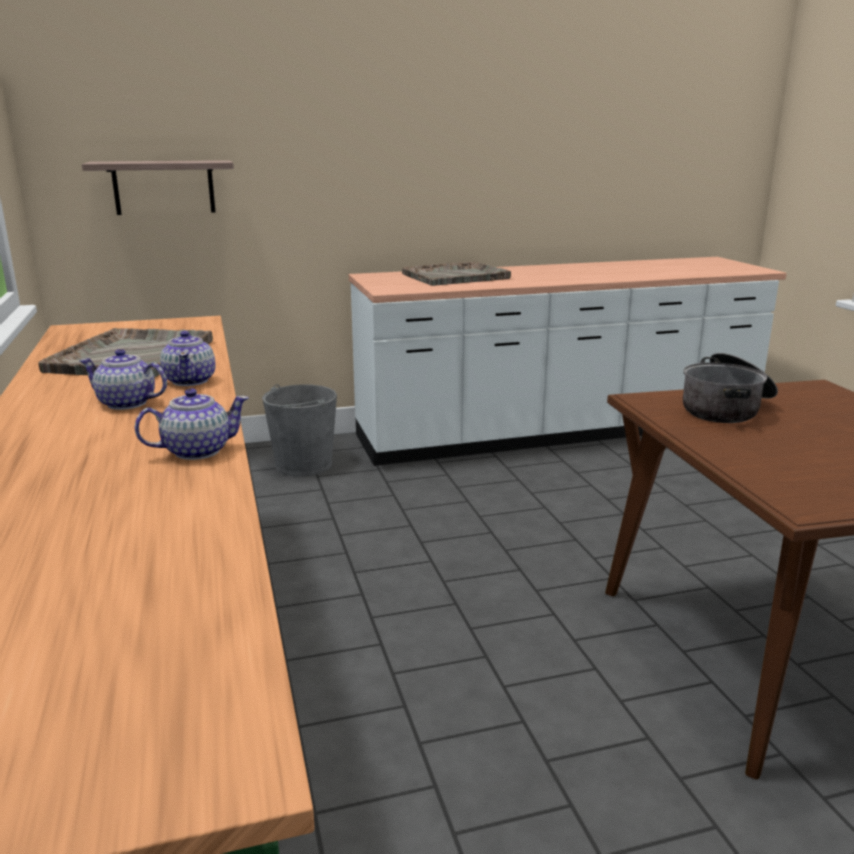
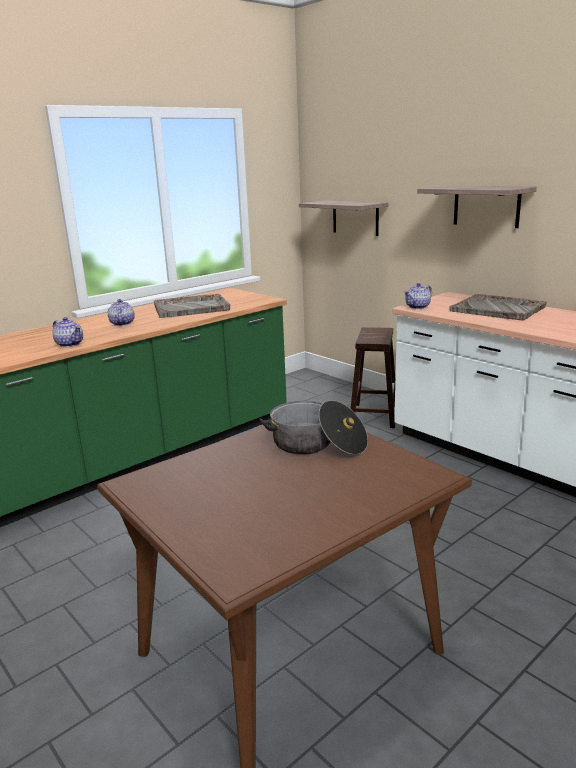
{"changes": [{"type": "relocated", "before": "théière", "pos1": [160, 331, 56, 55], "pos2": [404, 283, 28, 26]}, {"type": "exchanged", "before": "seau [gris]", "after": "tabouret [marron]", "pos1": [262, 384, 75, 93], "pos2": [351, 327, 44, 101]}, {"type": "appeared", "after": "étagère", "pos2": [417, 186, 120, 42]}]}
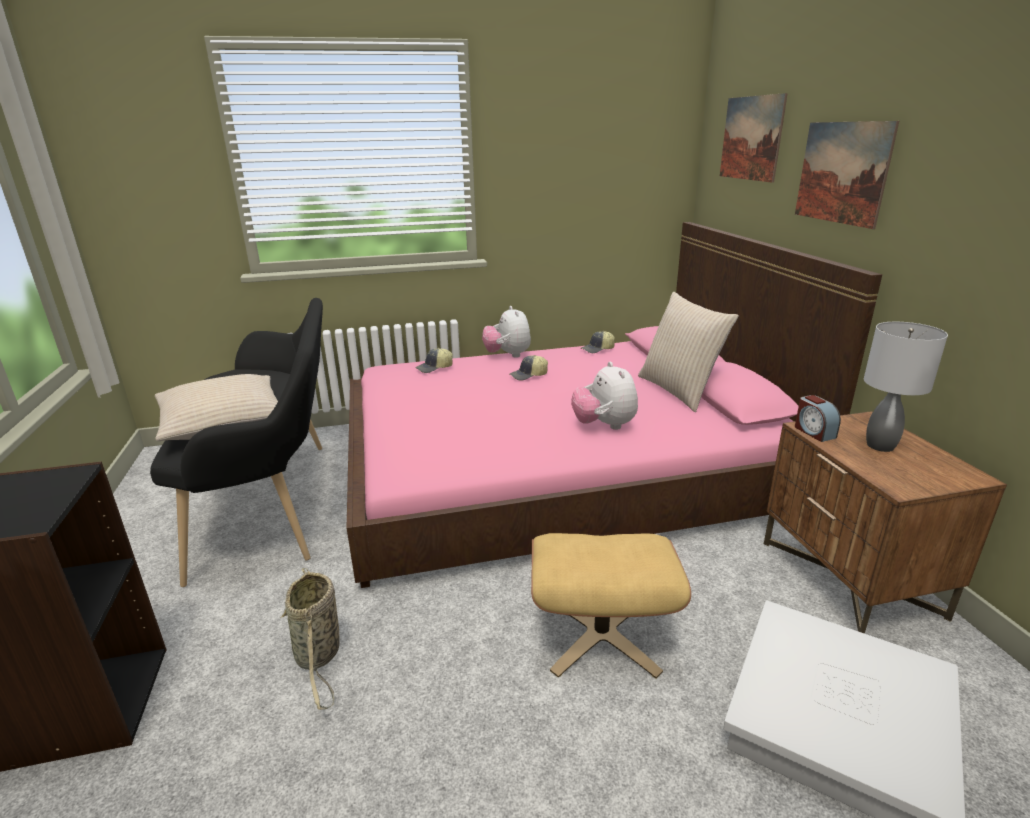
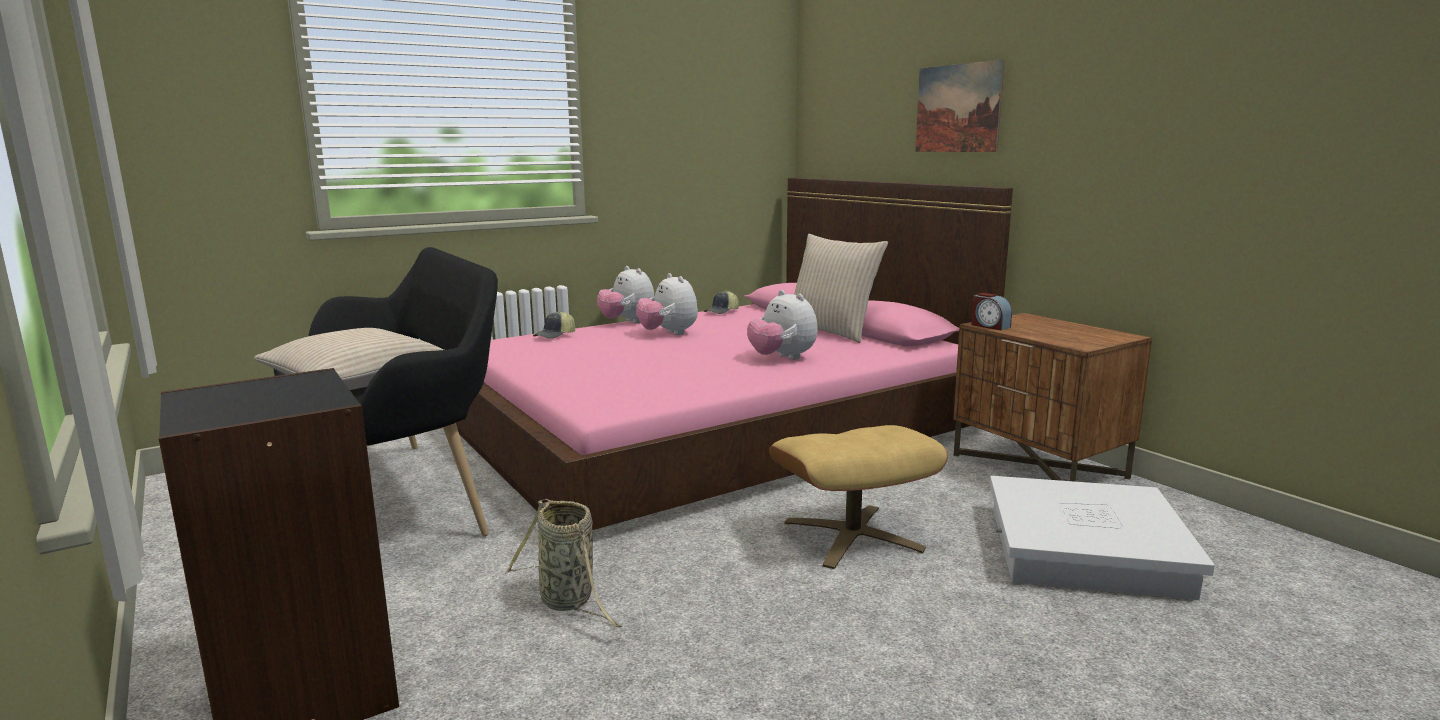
{"changes": [{"type": "missing", "before": "tableau", "pos1": [720, 93, 68, 90]}, {"type": "missing", "before": "lampe de table [gris]", "pos1": [864, 322, 84, 130]}, {"type": "exchanged", "before": "casquette", "after": "peluche", "pos1": [510, 355, 38, 26], "pos2": [636, 273, 62, 62]}]}
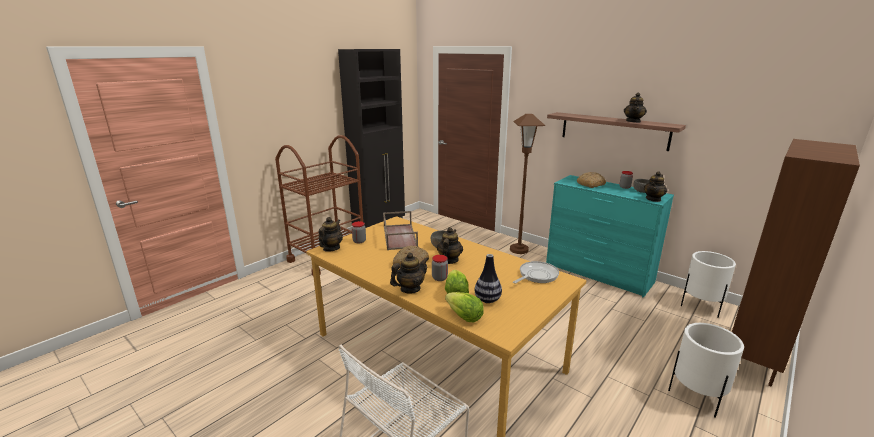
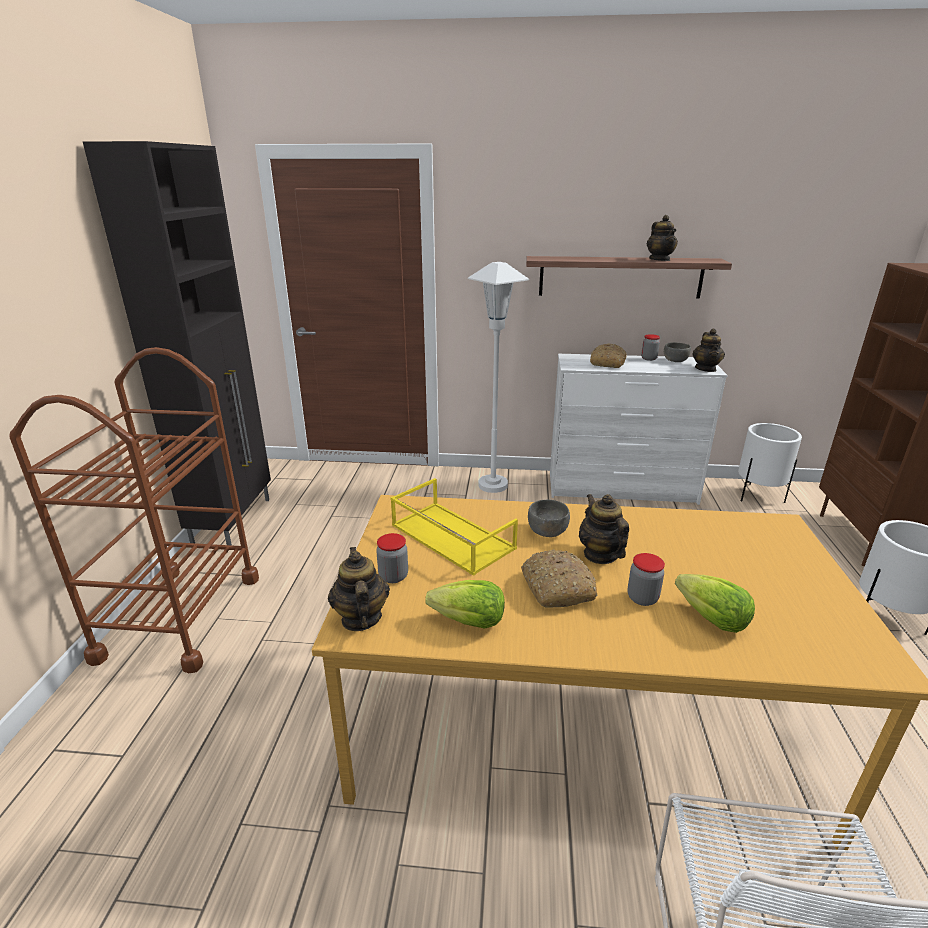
{"changes": [{"type": "colour", "before": "lampadaire [marron]", "after": "lampadaire [blanc]", "pos1": [510, 114, 35, 140], "pos2": [468, 262, 61, 231]}, {"type": "colour", "before": "commode [turquoise]", "after": "commode [blanc]", "pos1": [546, 175, 128, 123], "pos2": [550, 354, 178, 151]}, {"type": "colour", "before": "plateau [marron]", "after": "plateau [jaune]", "pos1": [383, 211, 35, 39], "pos2": [390, 478, 128, 98]}, {"type": "missing", "before": "théière", "pos1": [390, 252, 39, 41]}, {"type": "missing", "before": "vase", "pos1": [475, 254, 27, 49]}, {"type": "missing", "before": "poêle", "pos1": [513, 261, 46, 23]}, {"type": "relocated", "before": "laitue", "pos1": [445, 292, 39, 30], "pos2": [425, 580, 80, 49]}]}
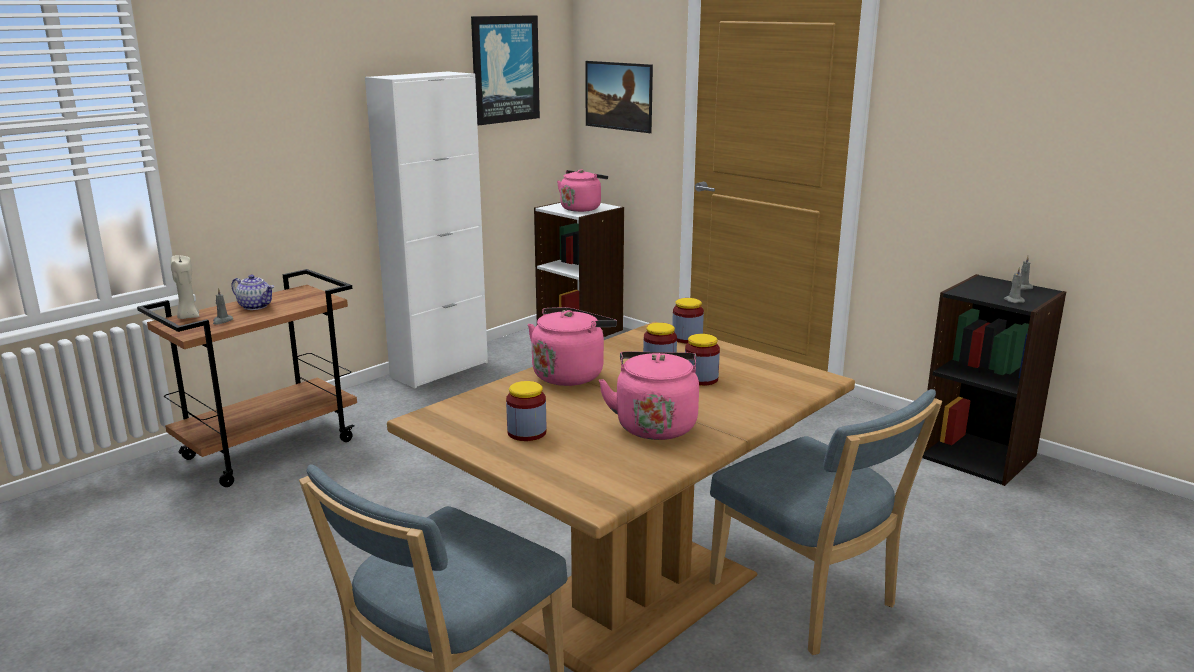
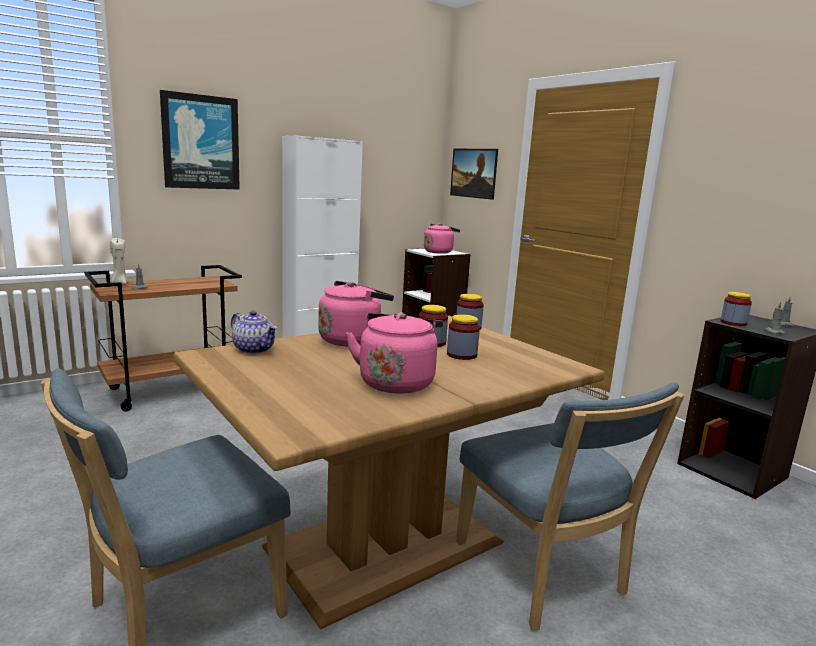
{"changes": [{"type": "relocated", "before": "tableau", "pos1": [471, 15, 69, 111], "pos2": [160, 90, 80, 100]}, {"type": "relocated", "before": "théière", "pos1": [232, 275, 42, 35], "pos2": [231, 310, 46, 44]}, {"type": "relocated", "before": "bocal", "pos1": [506, 381, 40, 60], "pos2": [720, 292, 32, 34]}]}
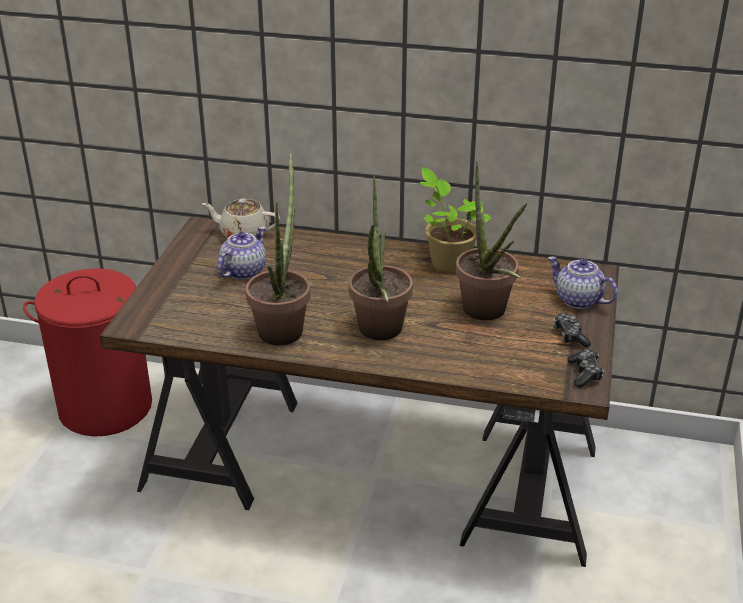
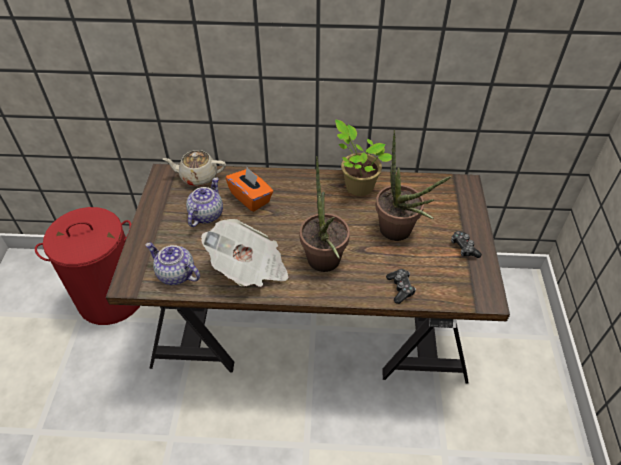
{"changes": [{"type": "exchanged", "before": "plante en pot", "after": "journal", "pos1": [246, 150, 65, 196], "pos2": [201, 219, 88, 68]}, {"type": "relocated", "before": "théière", "pos1": [548, 256, 70, 53], "pos2": [146, 242, 54, 43]}, {"type": "relocated", "before": "manette", "pos1": [567, 349, 37, 39], "pos2": [386, 269, 30, 35]}, {"type": "appeared", "after": "boîte à mouchoirs [orange]", "pos2": [226, 167, 47, 45]}]}
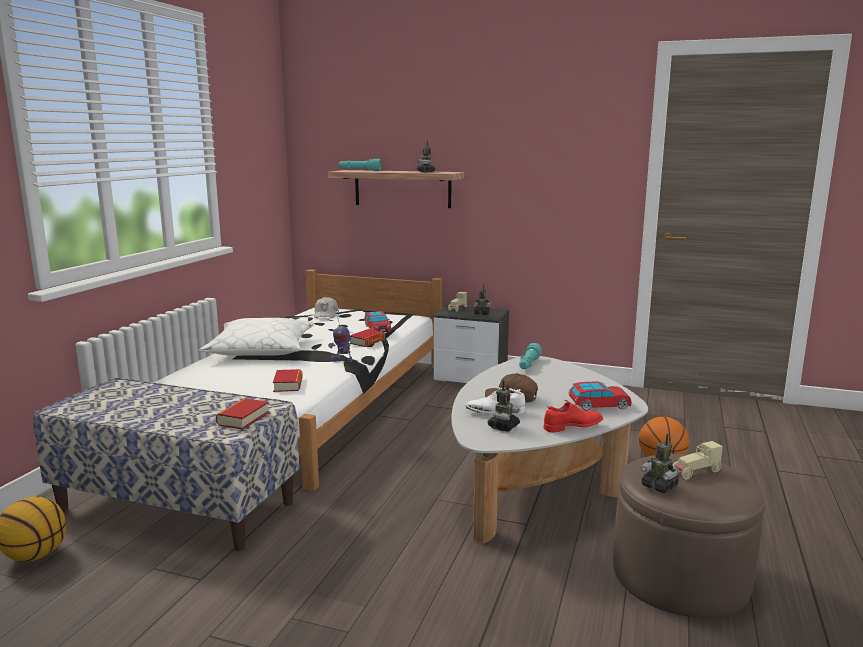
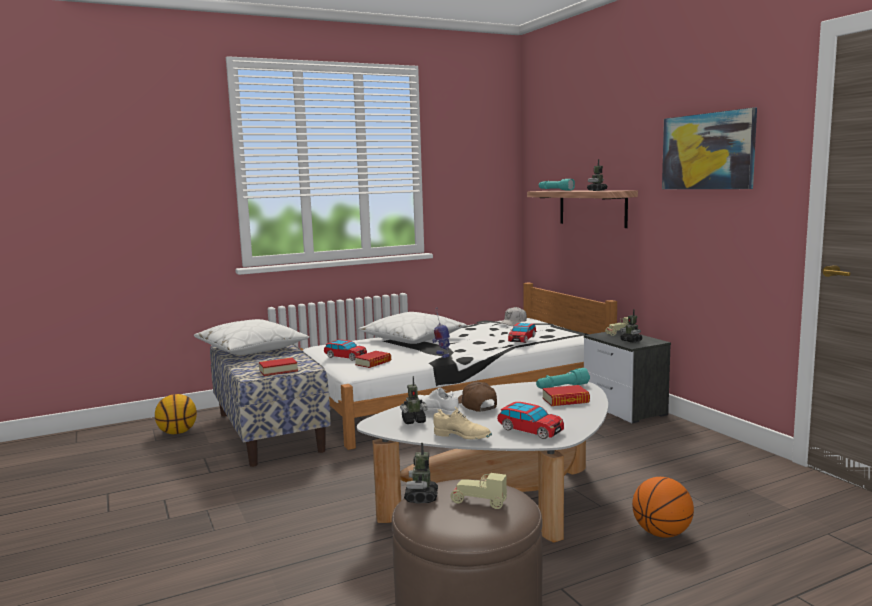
{"changes": [{"type": "relocated", "before": "livre", "pos1": [349, 329, 36, 18], "pos2": [542, 385, 48, 21]}, {"type": "colour", "before": "chaussure [rouge]", "after": "chaussure [beige]", "pos1": [544, 400, 59, 33], "pos2": [433, 407, 59, 32]}, {"type": "appeared", "after": "tableau", "pos2": [662, 108, 95, 81]}, {"type": "appeared", "after": "coussin [blanc]", "pos2": [194, 319, 115, 36]}, {"type": "appeared", "after": "petite voiture", "pos2": [324, 340, 43, 21]}]}
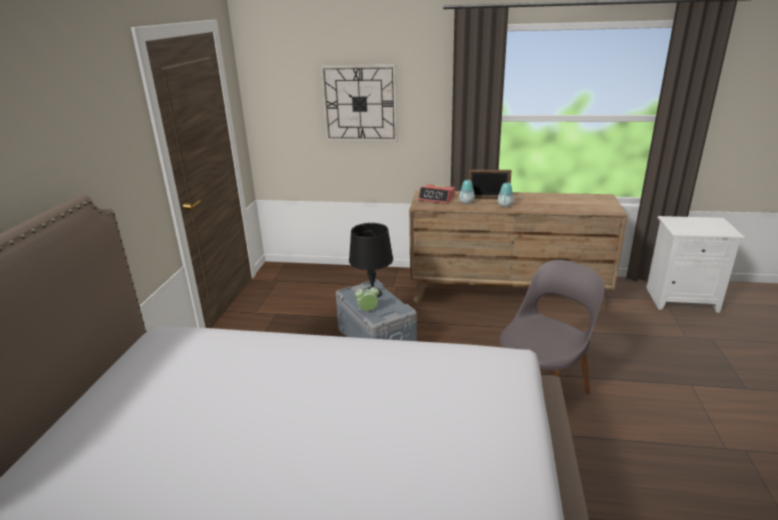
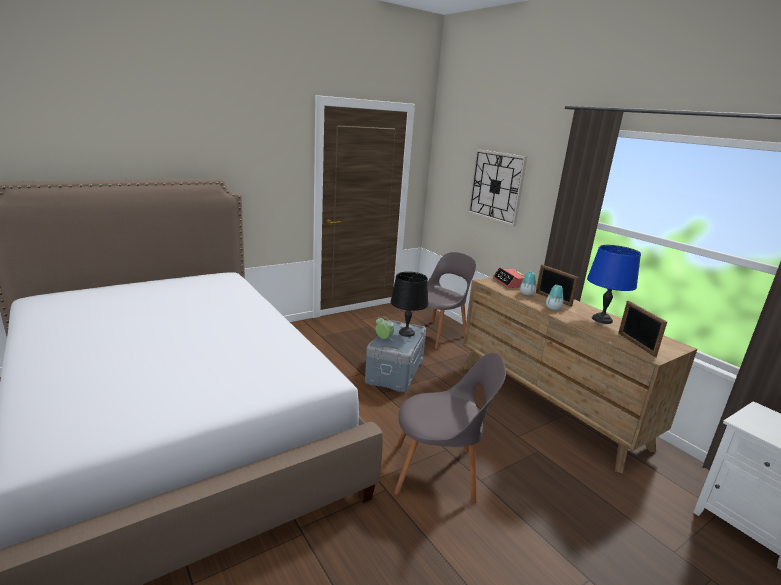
{"changes": [{"type": "appeared", "after": "lampe de table [bleu]", "pos2": [587, 245, 54, 79]}, {"type": "appeared", "after": "chaise [gris]", "pos2": [411, 252, 65, 98]}, {"type": "appeared", "after": "cadre photo", "pos2": [618, 301, 49, 56]}]}
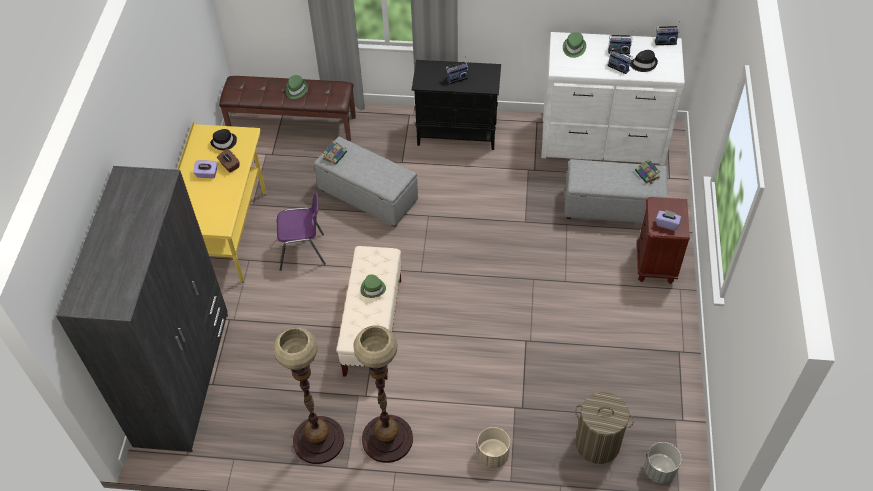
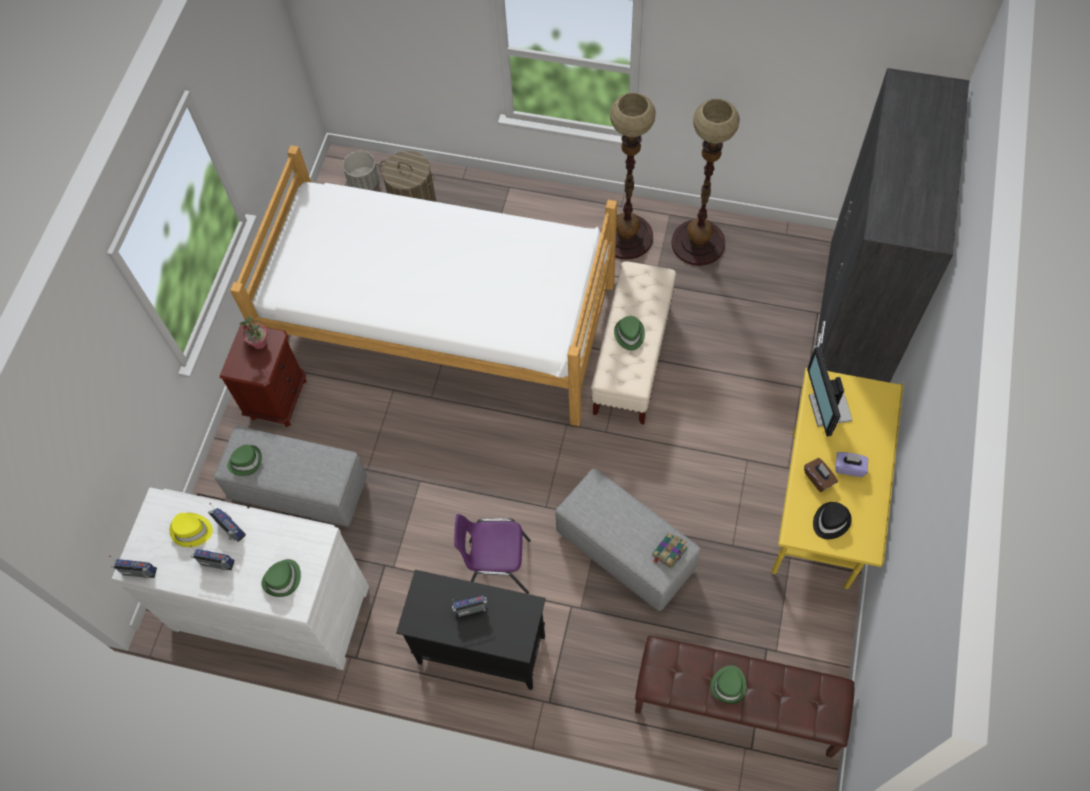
{"changes": [{"type": "colour", "before": "chapeau [noir]", "after": "chapeau [jaune]", "pos1": [630, 50, 28, 22], "pos2": [170, 513, 43, 34]}, {"type": "exchanged", "before": "livre", "after": "chapeau [vert]", "pos1": [635, 158, 25, 26], "pos2": [227, 445, 35, 31]}, {"type": "relocated", "before": "chaise [violet]", "pos1": [277, 192, 49, 79], "pos2": [454, 514, 77, 80]}, {"type": "exchanged", "before": "boîte à mouchoirs [violet]", "after": "plante en pot", "pos1": [656, 210, 25, 21], "pos2": [239, 316, 28, 33]}, {"type": "missing", "before": "cache-pot [beige]", "pos1": [477, 427, 33, 41]}, {"type": "appeared", "after": "lit", "pos2": [230, 145, 387, 281]}, {"type": "appeared", "after": "écran d'ordinateur", "pos2": [807, 347, 45, 89]}]}
